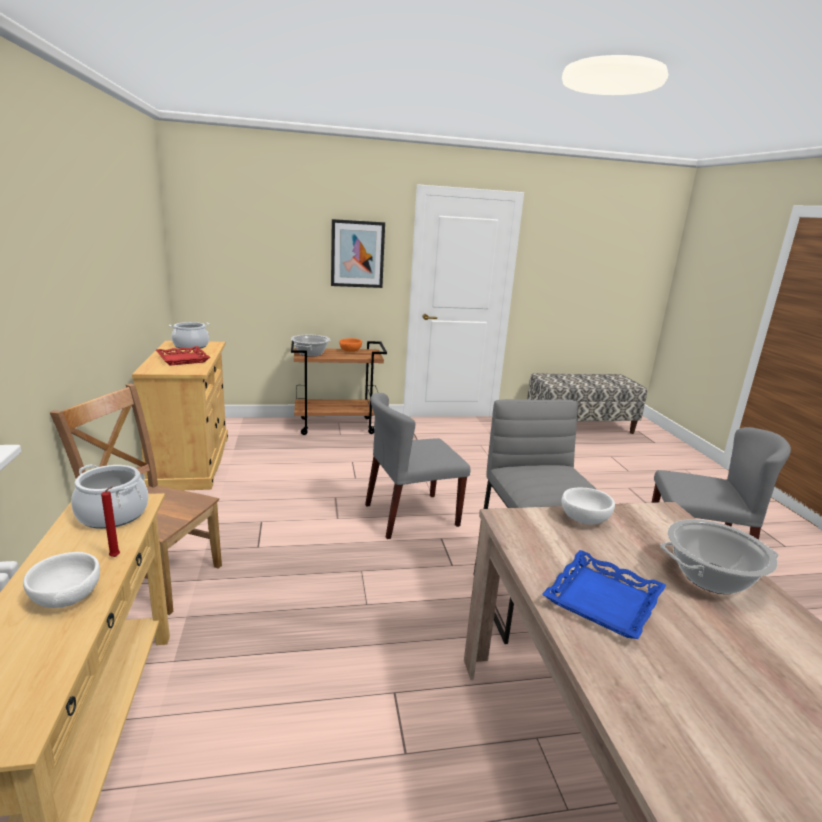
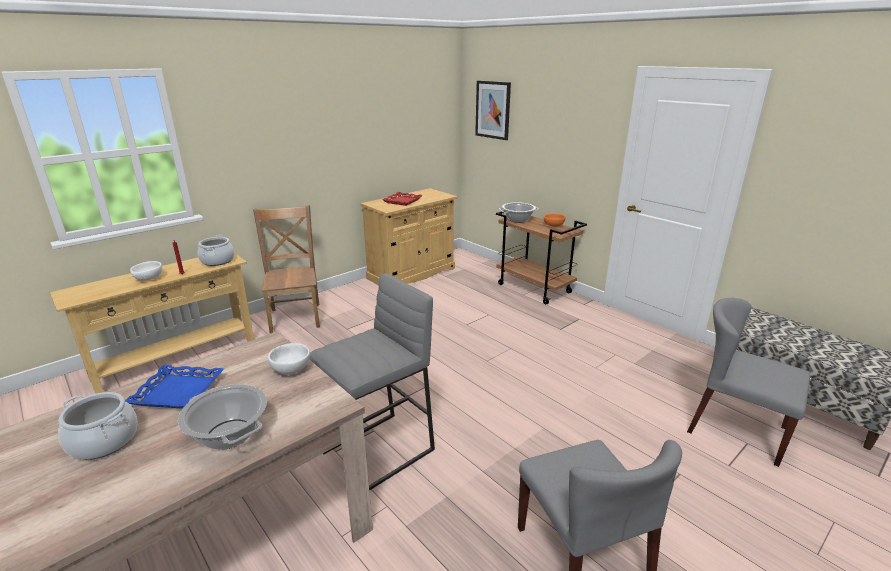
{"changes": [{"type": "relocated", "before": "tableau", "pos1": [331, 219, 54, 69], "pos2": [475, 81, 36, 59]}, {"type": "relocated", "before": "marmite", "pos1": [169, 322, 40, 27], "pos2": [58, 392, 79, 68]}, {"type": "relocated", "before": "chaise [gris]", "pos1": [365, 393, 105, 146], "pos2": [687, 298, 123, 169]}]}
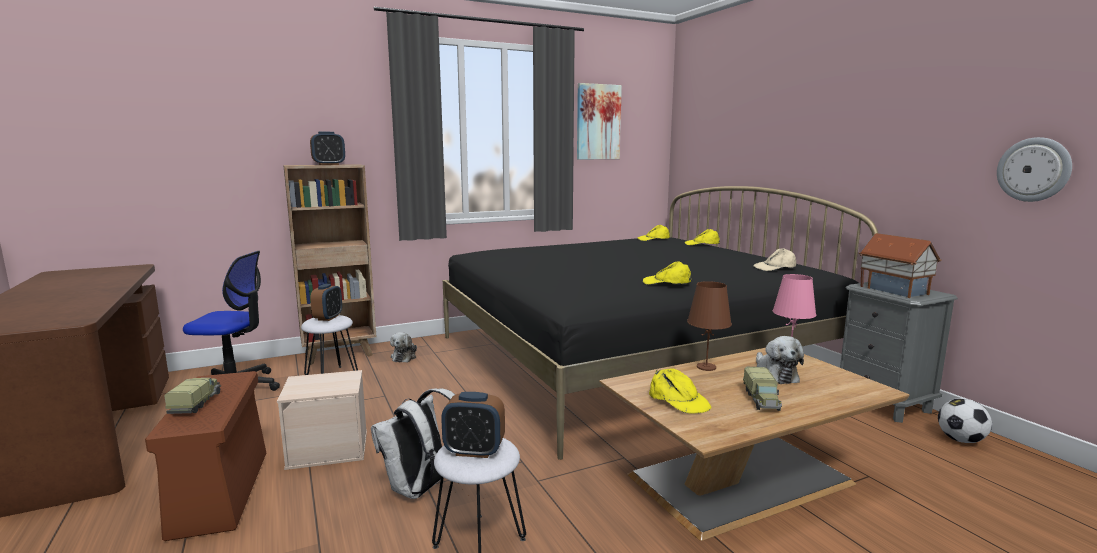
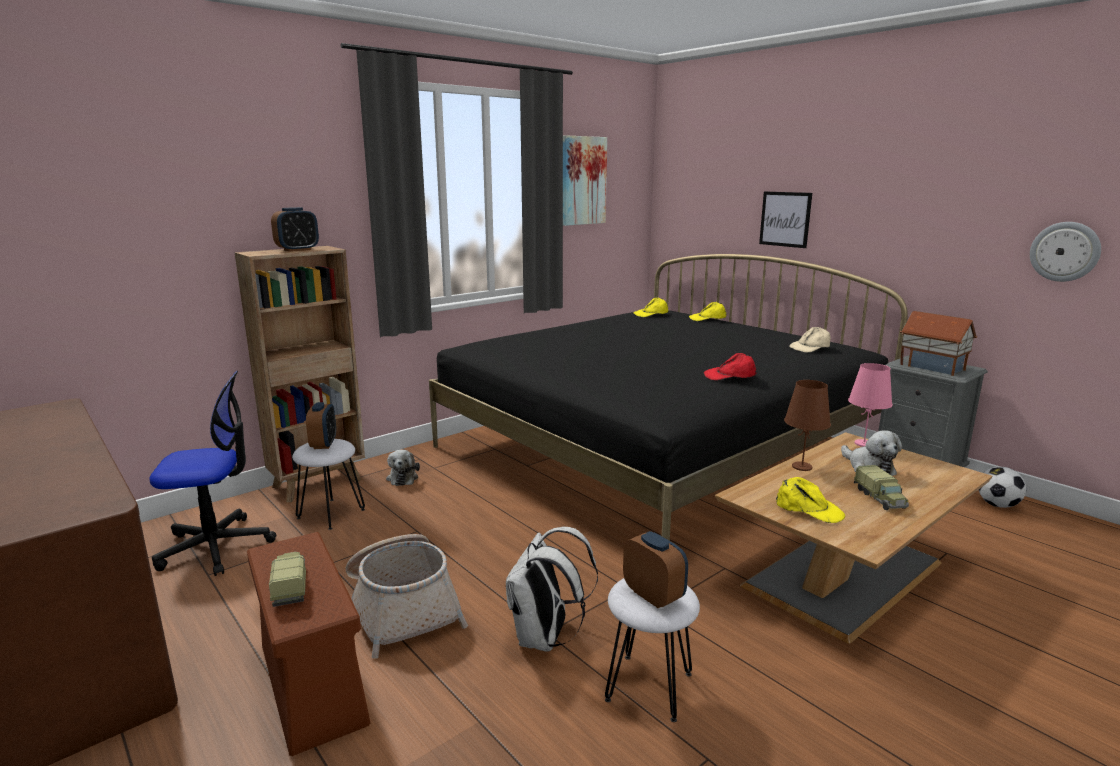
{"changes": [{"type": "colour", "before": "casquette [jaune]", "after": "casquette [rouge]", "pos1": [643, 262, 49, 22], "pos2": [704, 353, 53, 27]}, {"type": "exchanged", "before": "boîte de rangement [beige]", "after": "panier", "pos1": [277, 370, 90, 100], "pos2": [346, 534, 122, 125]}, {"type": "spun", "before": "réveil", "pos1": [441, 392, 64, 66], "pos2": [623, 531, 65, 77], "turn": -120}, {"type": "appeared", "after": "tableau", "pos2": [759, 192, 53, 56]}]}
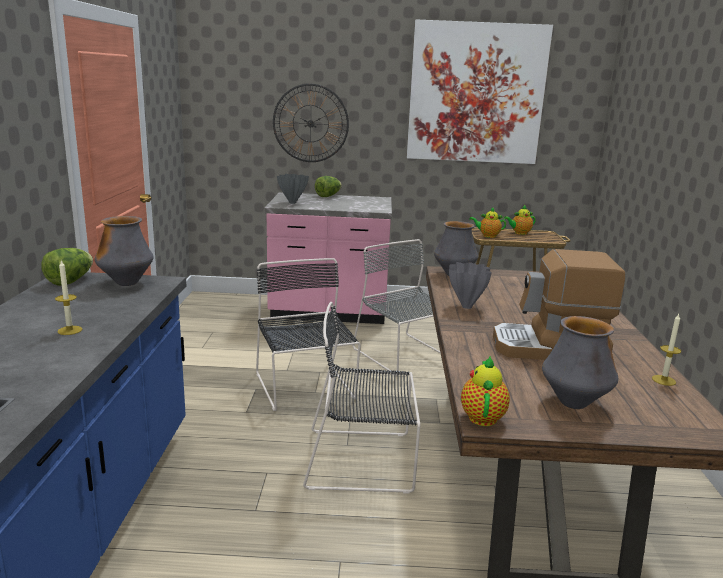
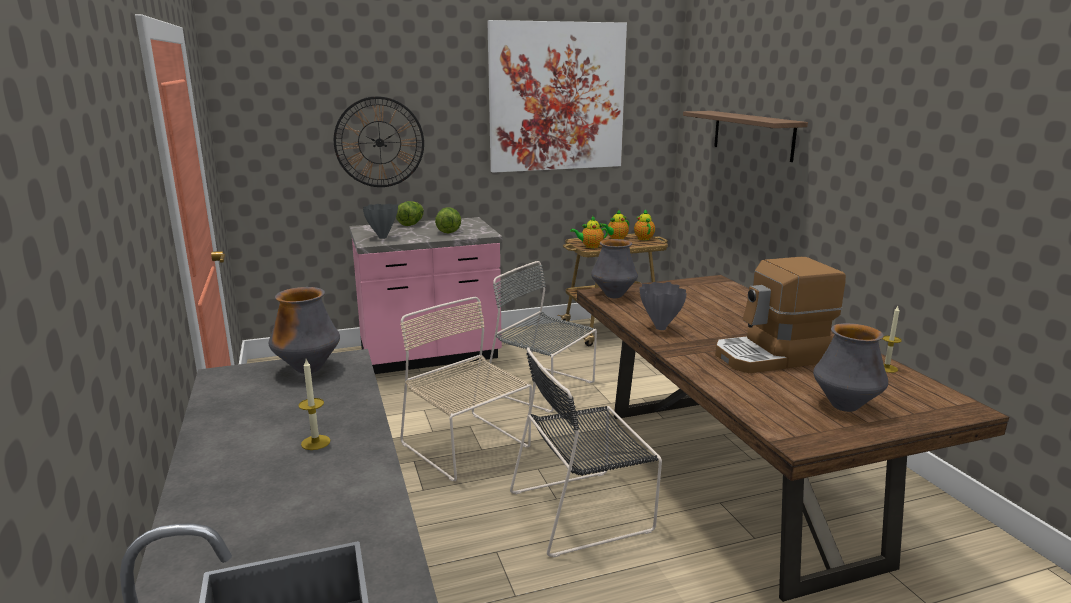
{"changes": [{"type": "relocated", "before": "laitue", "pos1": [41, 248, 52, 38], "pos2": [435, 207, 26, 26]}, {"type": "colour", "before": "chaise [noir]", "after": "chaise [beige]", "pos1": [256, 258, 105, 153], "pos2": [400, 297, 132, 184]}, {"type": "relocated", "before": "théière", "pos1": [461, 356, 49, 70], "pos2": [634, 209, 21, 31]}, {"type": "appeared", "after": "étagère", "pos2": [683, 111, 125, 51]}]}
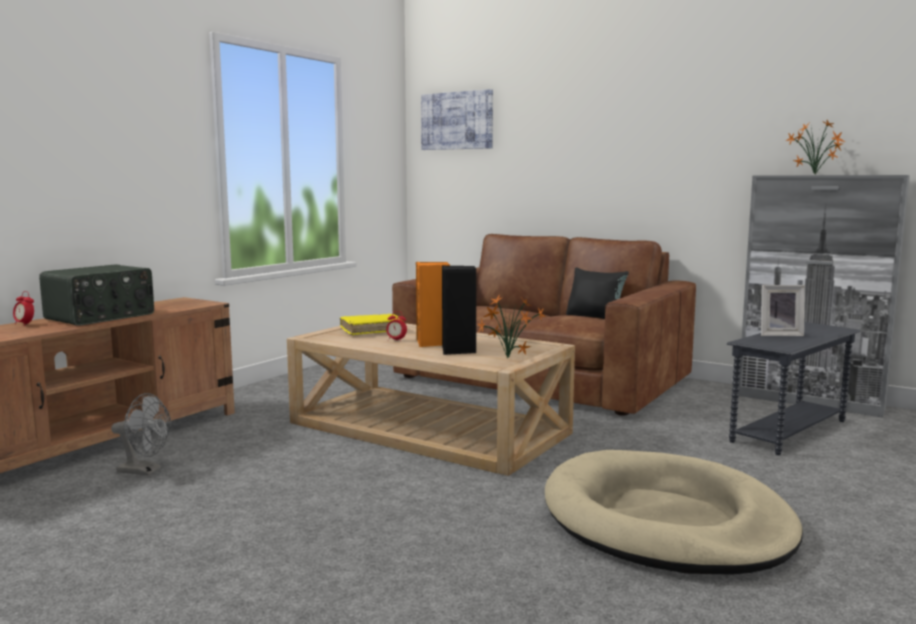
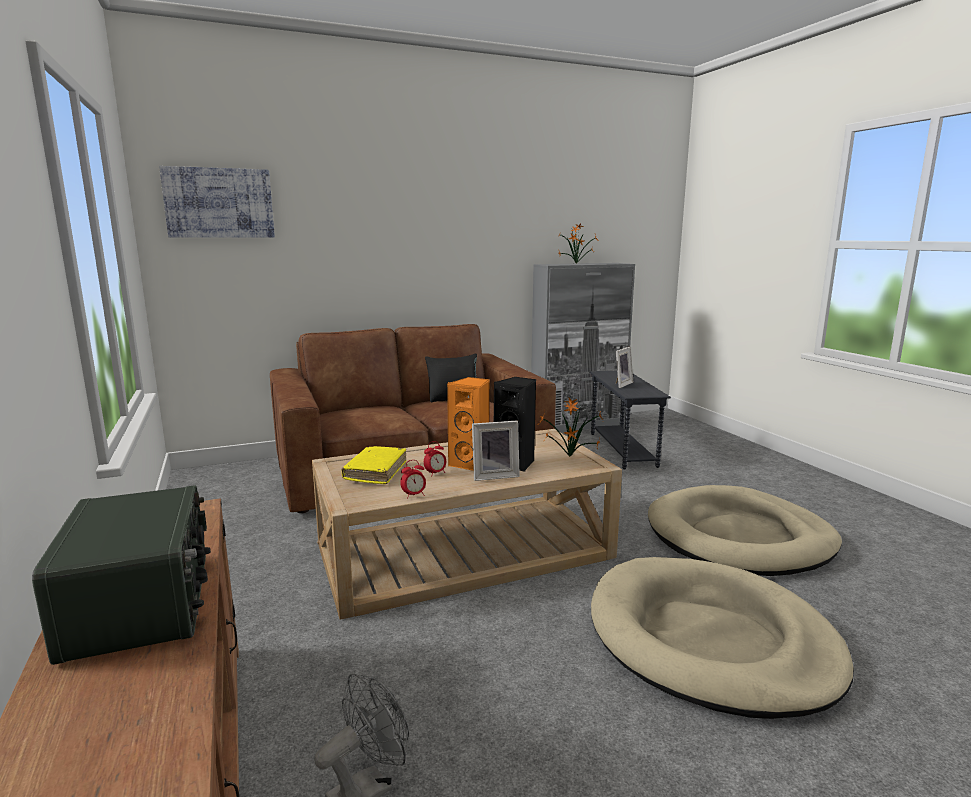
{"changes": [{"type": "relocated", "before": "réveil", "pos1": [13, 291, 21, 35], "pos2": [400, 460, 26, 39]}, {"type": "appeared", "after": "cadre photo", "pos2": [472, 421, 48, 60]}, {"type": "appeared", "after": "panier pour chien [beige]", "pos2": [591, 557, 263, 162]}]}
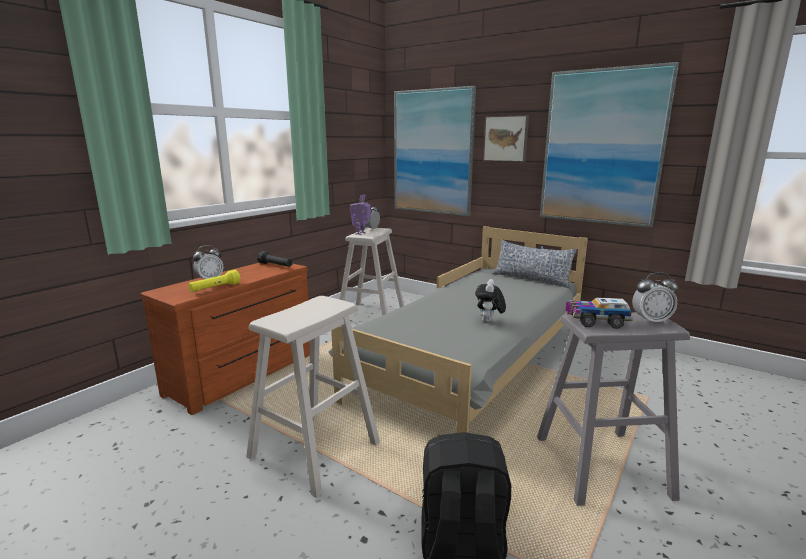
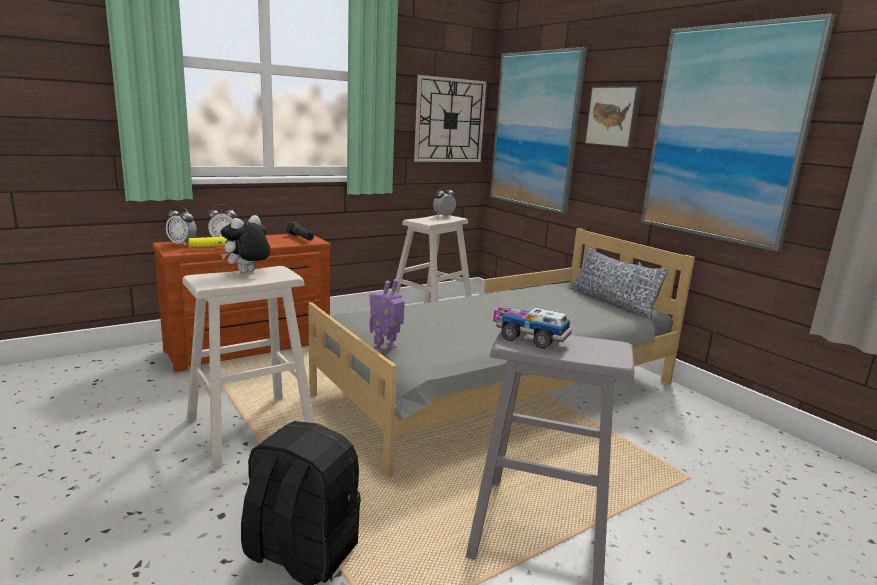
{"changes": [{"type": "relocated", "before": "robot jouet", "pos1": [350, 195, 21, 40], "pos2": [370, 279, 35, 73]}, {"type": "relocated", "before": "réveil", "pos1": [632, 272, 46, 52], "pos2": [166, 206, 31, 40]}, {"type": "relocated", "before": "peluche", "pos1": [475, 279, 31, 43], "pos2": [221, 215, 49, 58]}, {"type": "appeared", "after": "horloge murale", "pos2": [414, 75, 73, 87]}]}
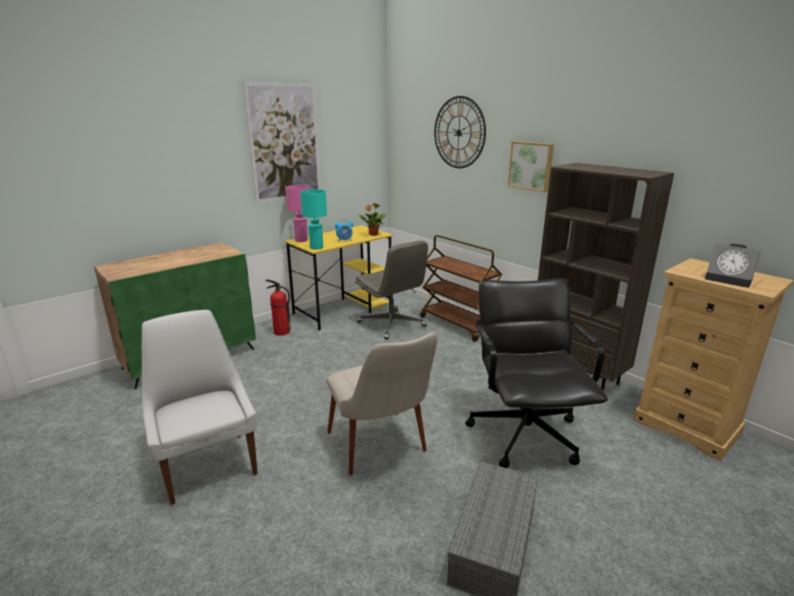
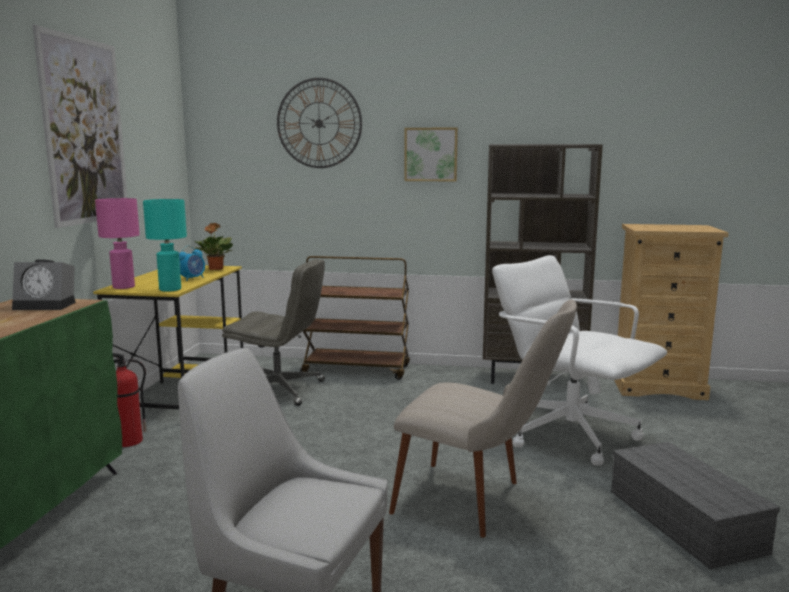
{"changes": [{"type": "relocated", "before": "réveil", "pos1": [705, 243, 56, 45], "pos2": [12, 259, 64, 51]}, {"type": "colour", "before": "chaise de bureau [noir]", "after": "chaise de bureau [blanc]", "pos1": [465, 278, 143, 190], "pos2": [492, 255, 175, 211]}]}
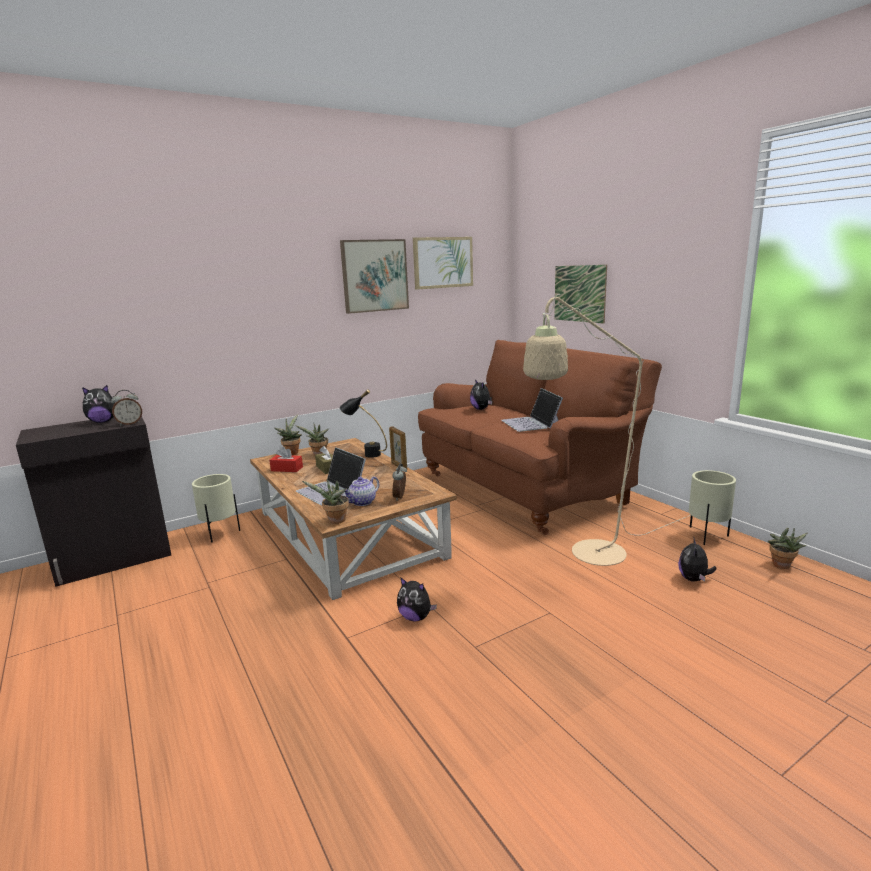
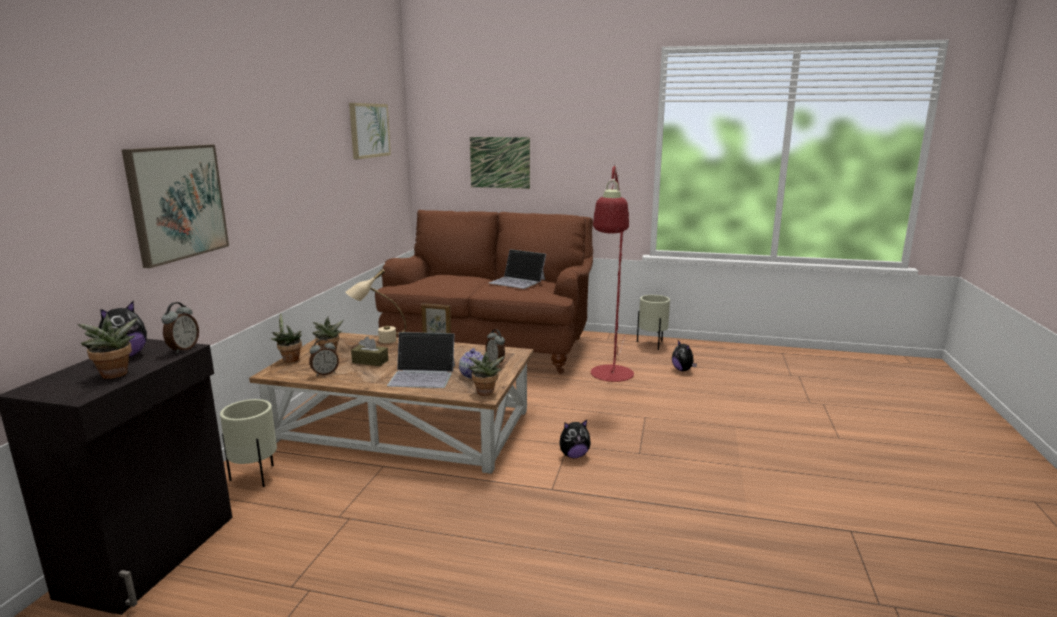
{"changes": [{"type": "relocated", "before": "tableau", "pos1": [340, 239, 69, 75], "pos2": [122, 145, 107, 123]}, {"type": "colour", "before": "lampadaire [beige]", "after": "lampadaire [rouge]", "pos1": [523, 294, 168, 272], "pos2": [591, 164, 43, 218]}, {"type": "missing", "before": "peluche", "pos1": [470, 379, 22, 31]}, {"type": "colour", "before": "lampe de table [noir]", "after": "lampe de table [beige]", "pos1": [340, 389, 47, 69], "pos2": [345, 269, 61, 74]}, {"type": "exchanged", "before": "boîte à mouchoirs [rouge]", "after": "réveil", "pos1": [269, 447, 34, 25], "pos2": [309, 339, 30, 37]}, {"type": "relocated", "before": "plante en pot", "pos1": [768, 528, 39, 41], "pos2": [77, 313, 60, 66]}]}
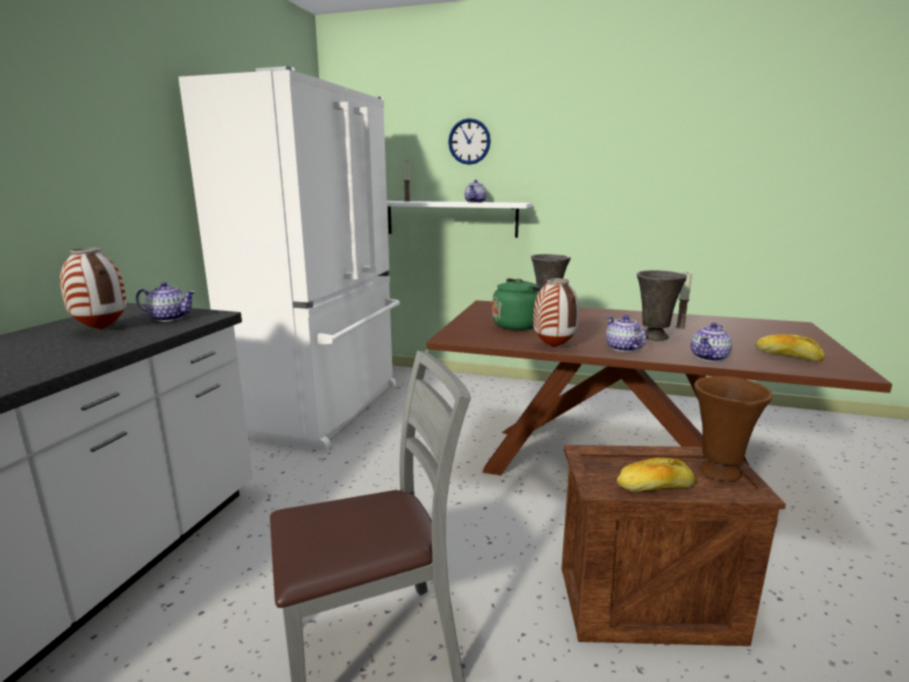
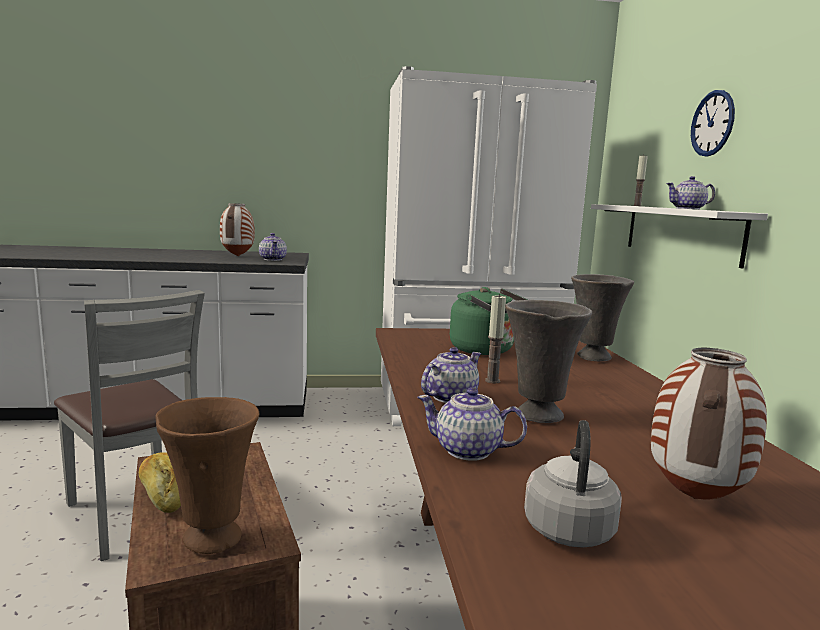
{"changes": [{"type": "relocated", "before": "bougie", "pos1": [675, 272, 17, 57], "pos2": [485, 294, 21, 89]}, {"type": "relocated", "before": "vase", "pos1": [533, 278, 46, 69], "pos2": [651, 348, 116, 152]}, {"type": "exchanged", "before": "pain", "after": "bouilloire [gris]", "pos1": [755, 334, 70, 28], "pos2": [524, 420, 98, 128]}]}
